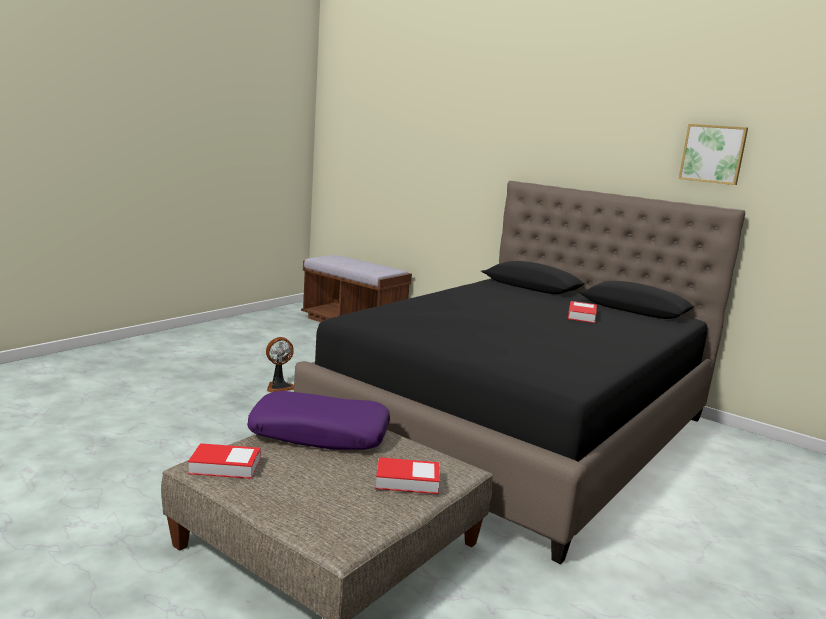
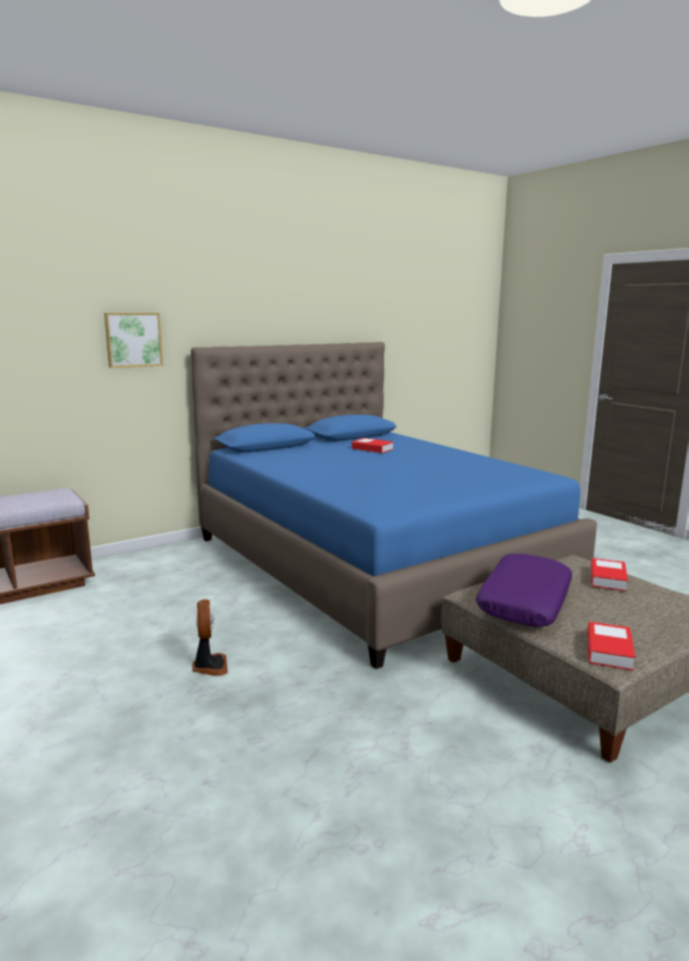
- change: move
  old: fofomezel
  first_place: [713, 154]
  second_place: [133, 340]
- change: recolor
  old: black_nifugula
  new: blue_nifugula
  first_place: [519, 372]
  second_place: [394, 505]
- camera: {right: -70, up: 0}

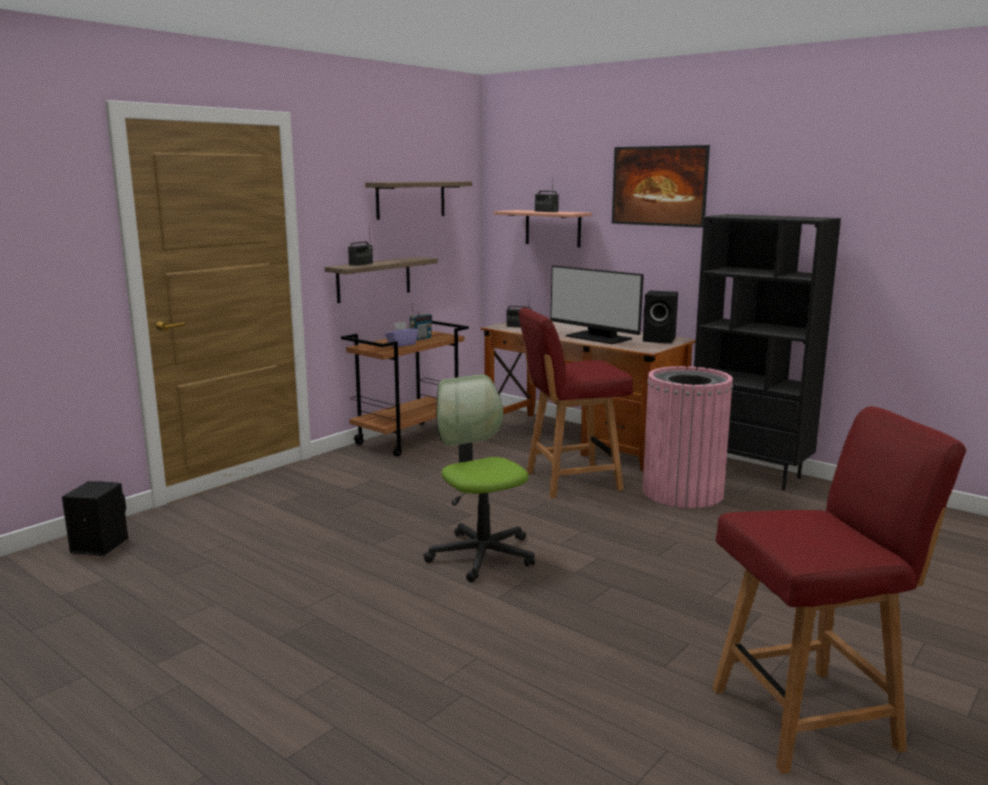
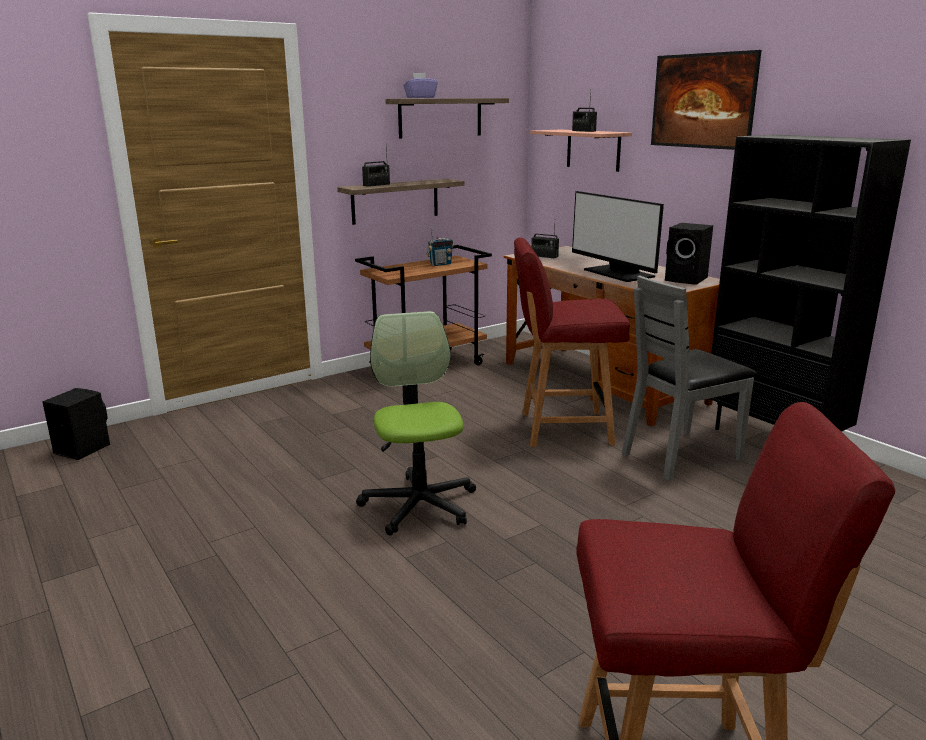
- change: move
  old: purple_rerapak
  first_place: [401, 334]
  second_place: [420, 85]
- change: replace
  old: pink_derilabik
  new: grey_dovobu
  first_place: [688, 437]
  second_place: [690, 378]
- camera: {right: 15, up: 5}

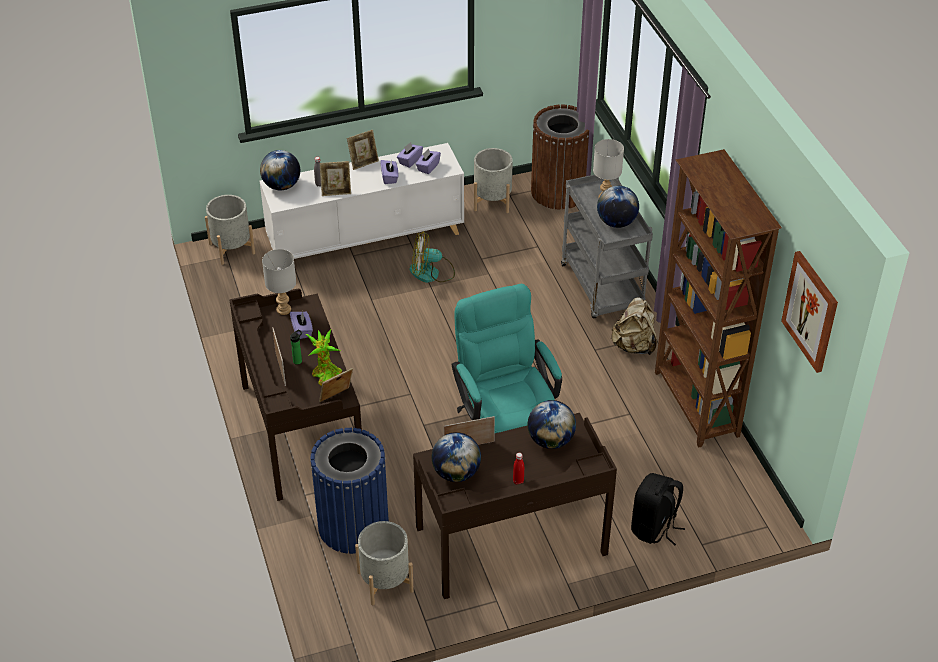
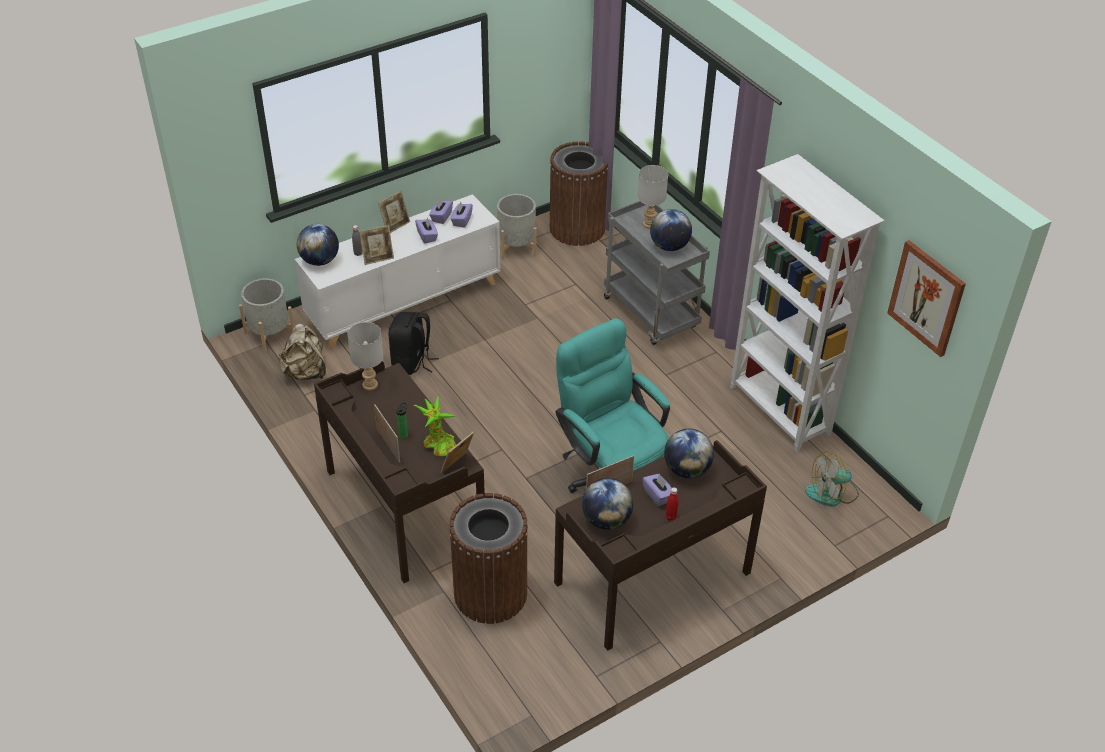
- change: delete
  old: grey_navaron
  first_place: [384, 563]
- change: move
  old: purple_rerapak
  first_place: [301, 325]
  second_place: [657, 489]
- change: move
  old: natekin
  first_place: [432, 257]
  second_place: [832, 479]
- change: move
  old: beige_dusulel
  first_place: [634, 326]
  second_place: [302, 352]
- change: move
  old: black_dusulel
  first_place: [658, 509]
  second_place: [414, 343]
- change: recolor
  old: blue_derilabik
  new: brown_derilabik
  first_place: [349, 491]
  second_place: [488, 558]
- change: recolor
  old: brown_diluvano
  new: white_diluvano
  first_place: [718, 298]
  second_place: [807, 303]
- camera: {right: -15, up: 0}

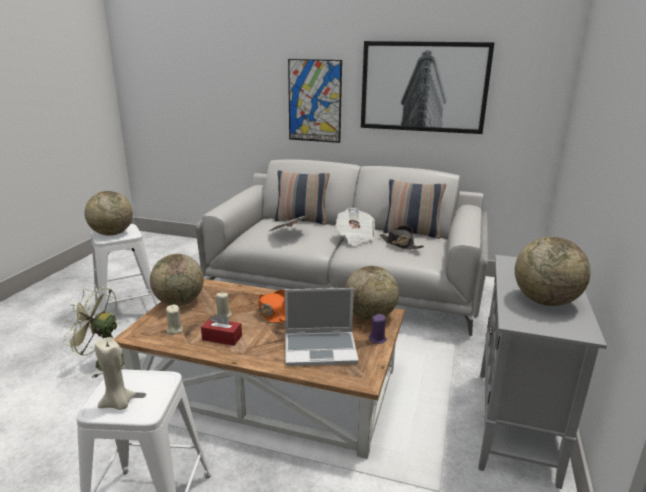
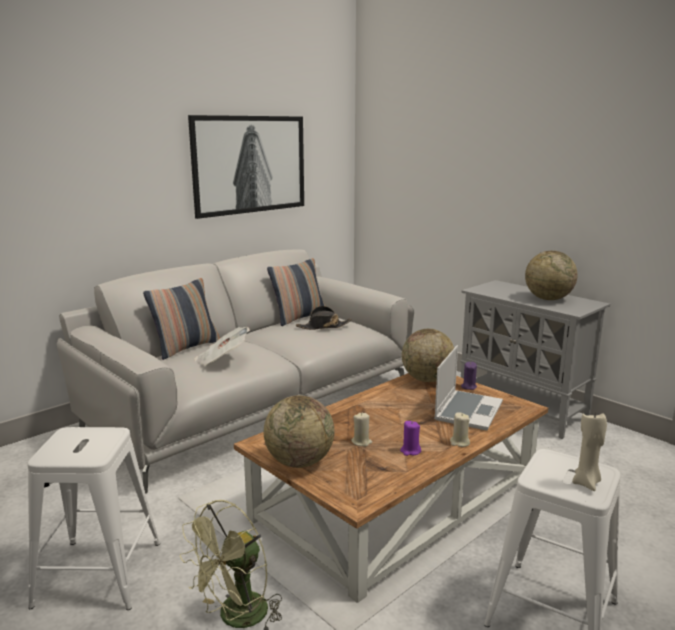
- change: delete
  old: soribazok
  first_place: [109, 213]
- change: delete
  old: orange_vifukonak
  first_place: [271, 307]
- change: delete
  old: fofomezel
  first_place: [315, 101]
- change: delete
  old: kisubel
  first_place: [355, 227]
- change: move
  old: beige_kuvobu
  first_place: [174, 319]
  second_place: [460, 429]
- change: replace
  old: red_rerapak
  new: purple_kuvobu
  first_place: [221, 329]
  second_place: [410, 438]
- camera: {right: -60, up: -5}

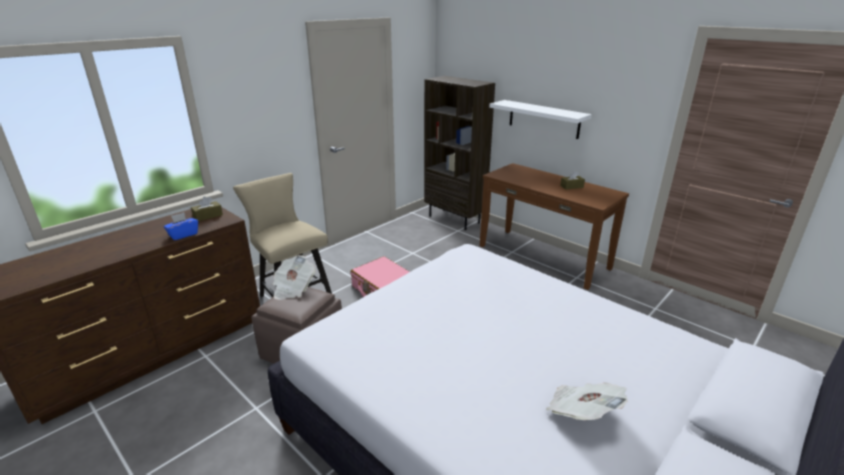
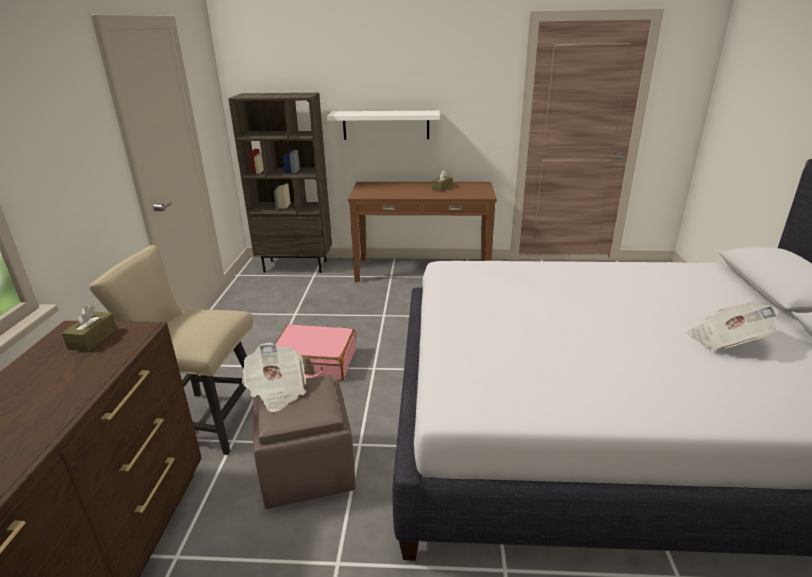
- change: delete
  old: blue_rerapak
  first_place: [181, 226]
- camera: {right: -40, up: 0}

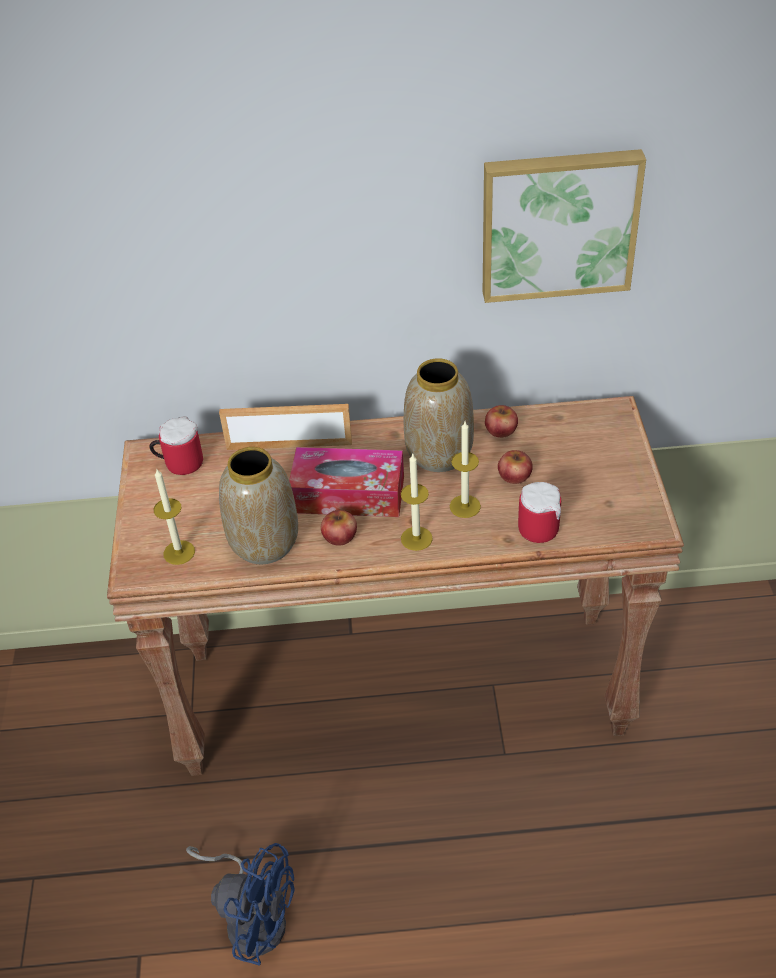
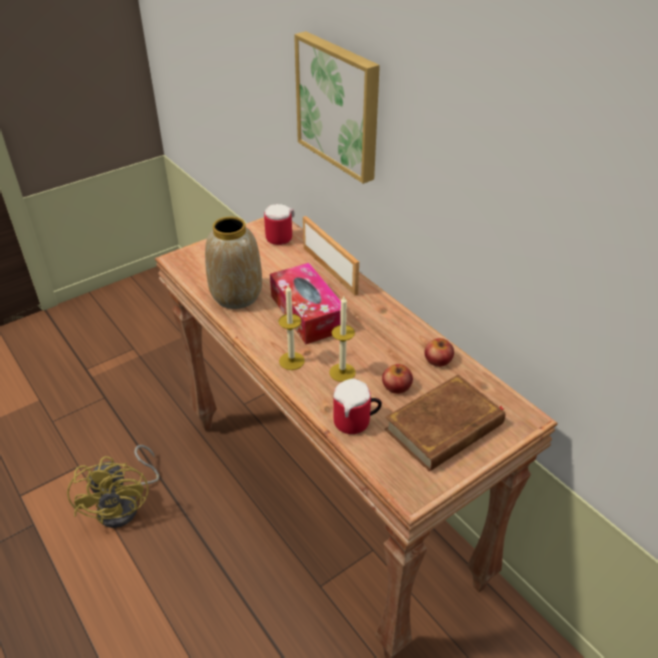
- change: delete
  old: kuvobu
  first_place: [174, 517]
- change: delete
  old: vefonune
  first_place: [339, 528]
- change: delete
  old: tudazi
  first_place: [439, 415]
- change: insert
  new: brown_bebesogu
  second_place: [445, 423]
- change: move
  old: fofomezel
  first_place: [564, 226]
  second_place: [337, 107]
- change: recolor
  old: blue_natekin
  new: yellow_natekin
  first_place: [240, 904]
  second_place: [113, 486]
- camera: {right: 55, up: -5}

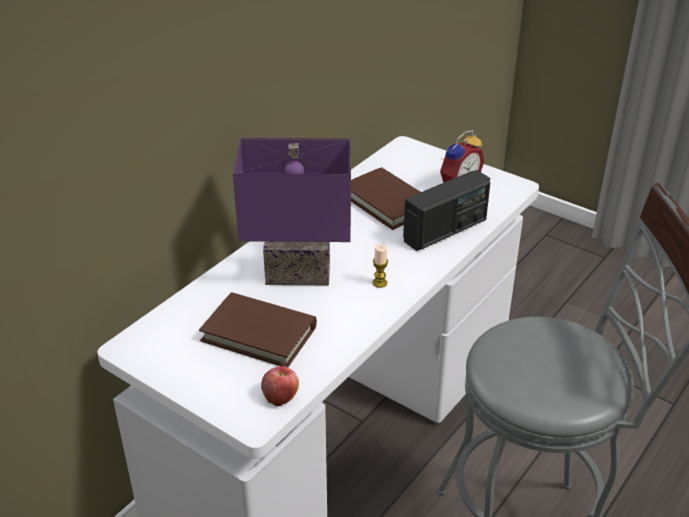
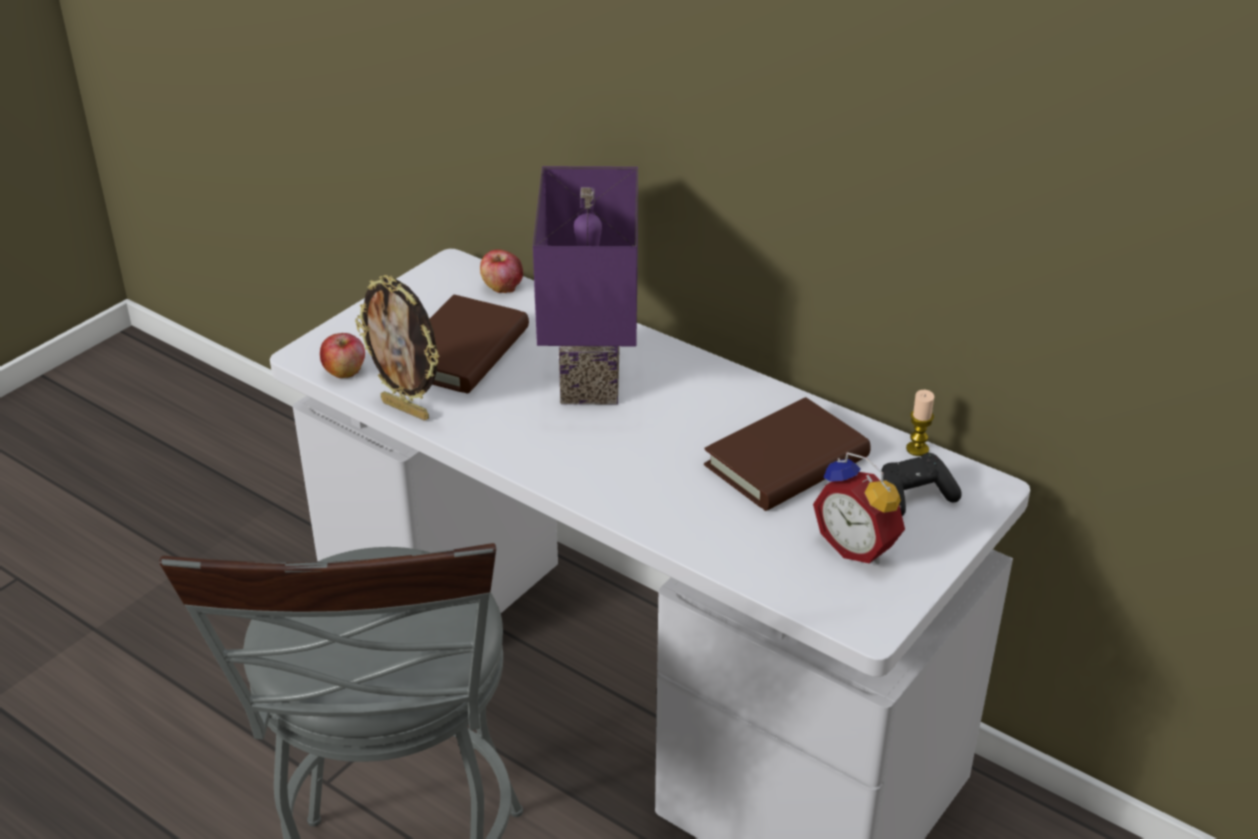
- change: delete
  old: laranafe
  first_place: [446, 210]
- change: insert
  new: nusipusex
  second_place: [397, 348]
- change: insert
  new: vefonune
  second_place: [501, 271]
- change: insert
  new: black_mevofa
  second_place: [921, 484]
- change: move
  old: kuvobu
  first_place: [380, 266]
  second_place: [920, 423]
- camera: {right: 90, up: 0}

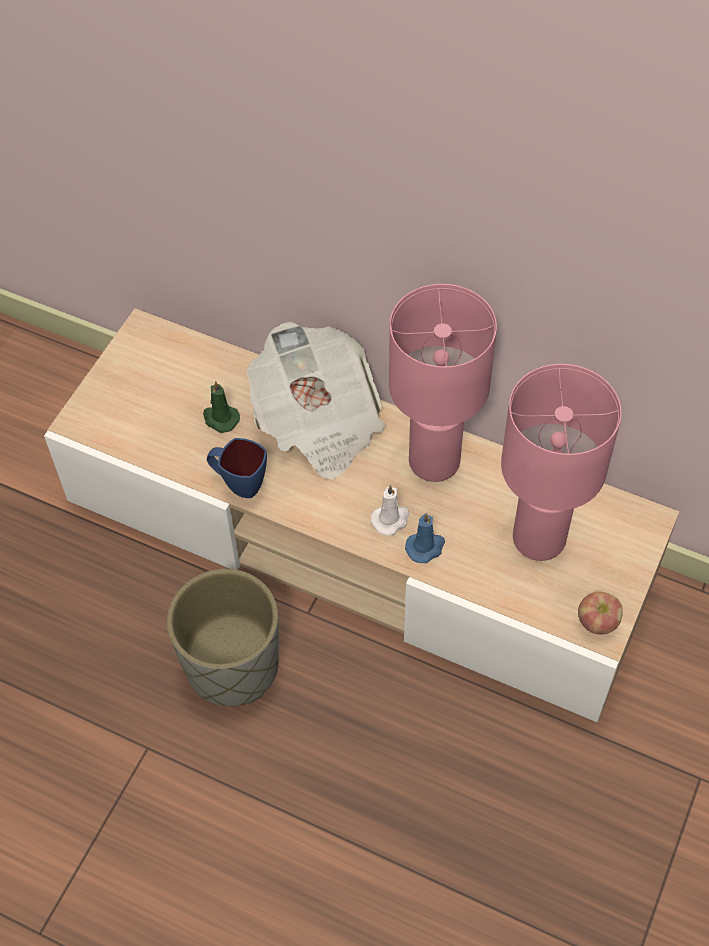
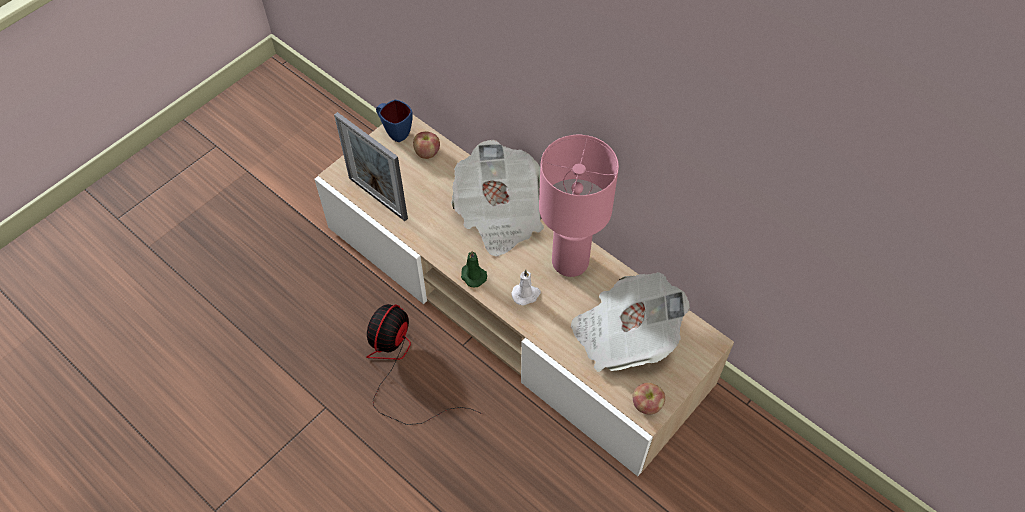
- change: delete
  old: blue_kuvobu
  first_place: [425, 538]
- change: insert
  new: nusipusex
  second_place: [371, 166]
- change: insert
  new: vefonune
  second_place: [426, 145]
- change: move
  old: green_kuvobu
  first_place: [221, 407]
  second_place: [474, 269]
- change: move
  old: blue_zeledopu
  first_place: [237, 468]
  second_place: [394, 121]
- change: replace
  old: grey_navaron
  new: natekin
  first_place: [223, 637]
  second_place: [424, 364]
- change: replace
  old: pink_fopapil
  new: kisubel
  first_place: [561, 462]
  second_place: [630, 322]
- camera: {right: 15, up: 0}

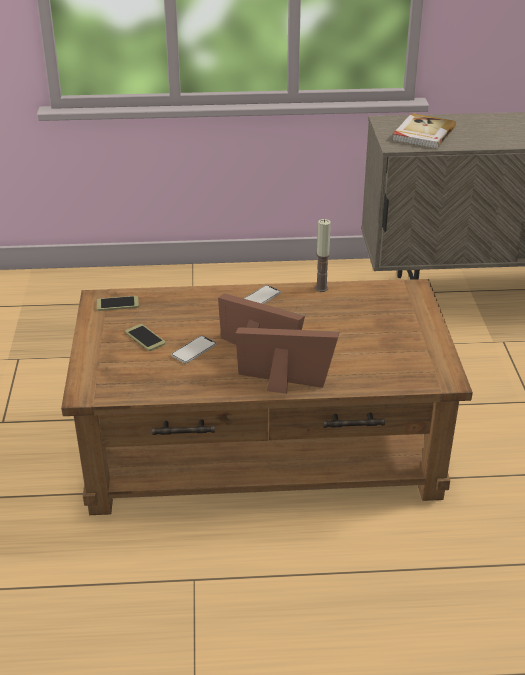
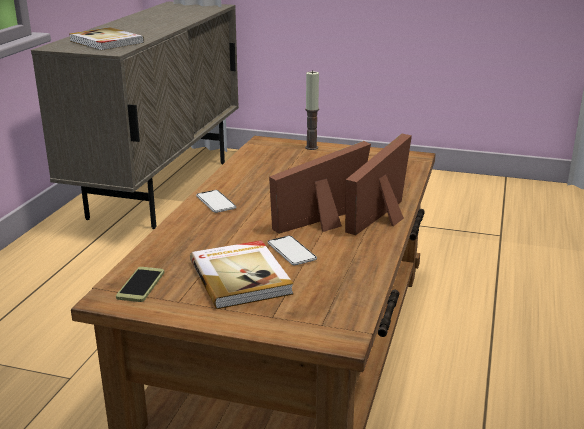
- change: move
  old: kuvobu
  first_place: [323, 255]
  second_place: [312, 110]
- change: replace
  old: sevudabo
  new: bebesogu
  first_place: [145, 337]
  second_place: [242, 274]
- camera: {right: -70, up: -10}

